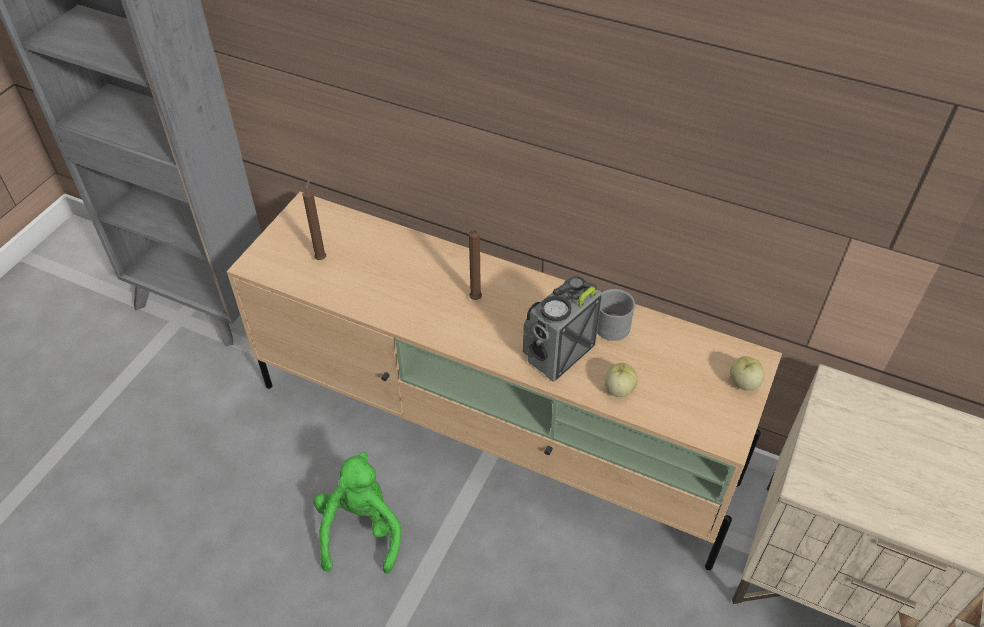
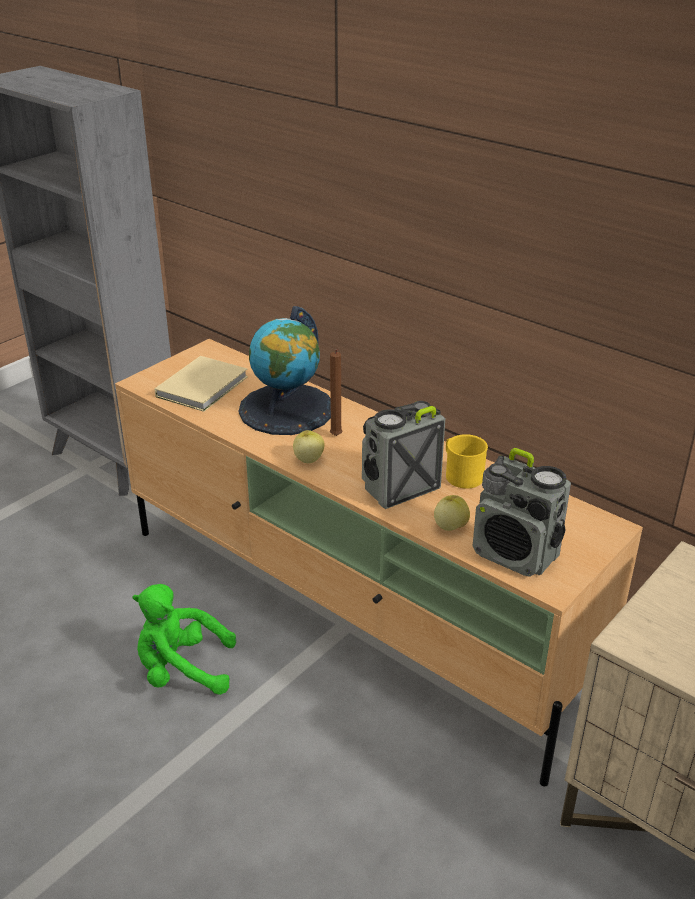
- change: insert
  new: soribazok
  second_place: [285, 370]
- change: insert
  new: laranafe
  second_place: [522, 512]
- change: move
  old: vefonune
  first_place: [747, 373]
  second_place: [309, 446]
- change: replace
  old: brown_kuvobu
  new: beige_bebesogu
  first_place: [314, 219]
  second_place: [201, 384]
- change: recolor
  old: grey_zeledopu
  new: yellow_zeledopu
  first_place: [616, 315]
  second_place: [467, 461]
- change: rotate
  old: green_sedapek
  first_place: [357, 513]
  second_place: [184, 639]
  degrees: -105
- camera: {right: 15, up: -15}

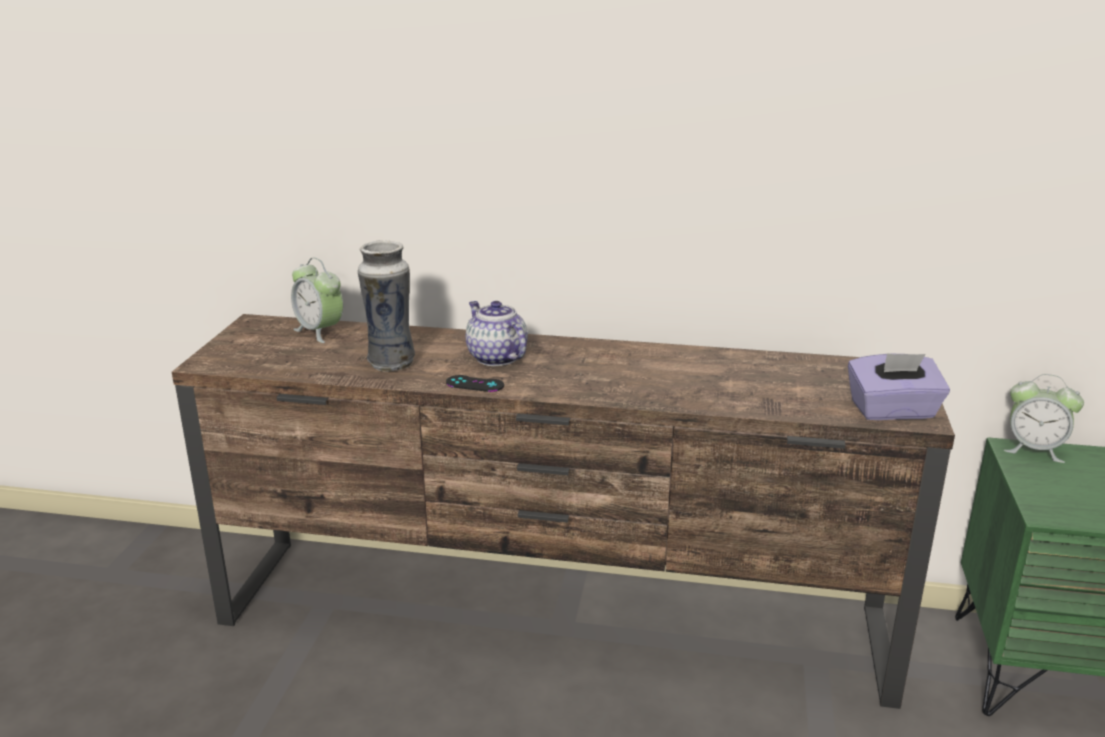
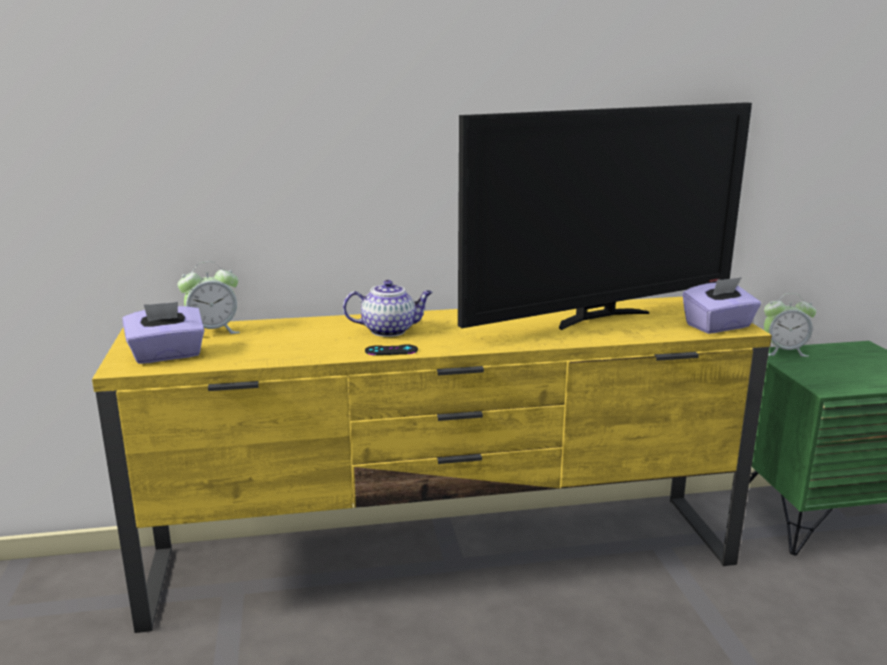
- change: delete
  old: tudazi
  first_place: [386, 306]
- change: insert
  new: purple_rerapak
  second_place: [163, 333]
- change: insert
  new: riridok
  second_place: [605, 216]
- change: recolor
  old: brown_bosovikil
  new: yellow_bosovikil
  first_place: [563, 511]
  second_place: [432, 465]
- change: rotate
  old: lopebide
  first_place: [317, 300]
  second_place: [209, 298]
  degrees: -45
- change: rotate
  old: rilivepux
  first_place: [497, 333]
  second_place: [388, 308]
  degrees: 135
- camera: {right: -20, up: -5}

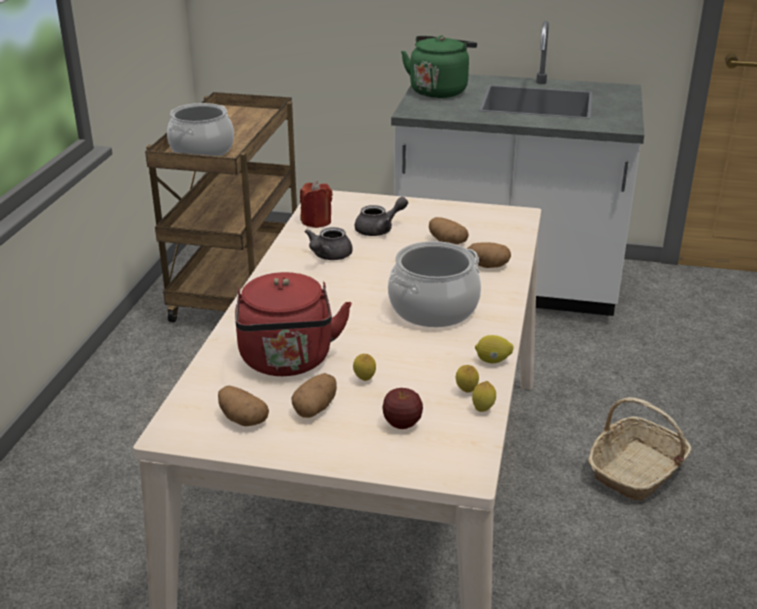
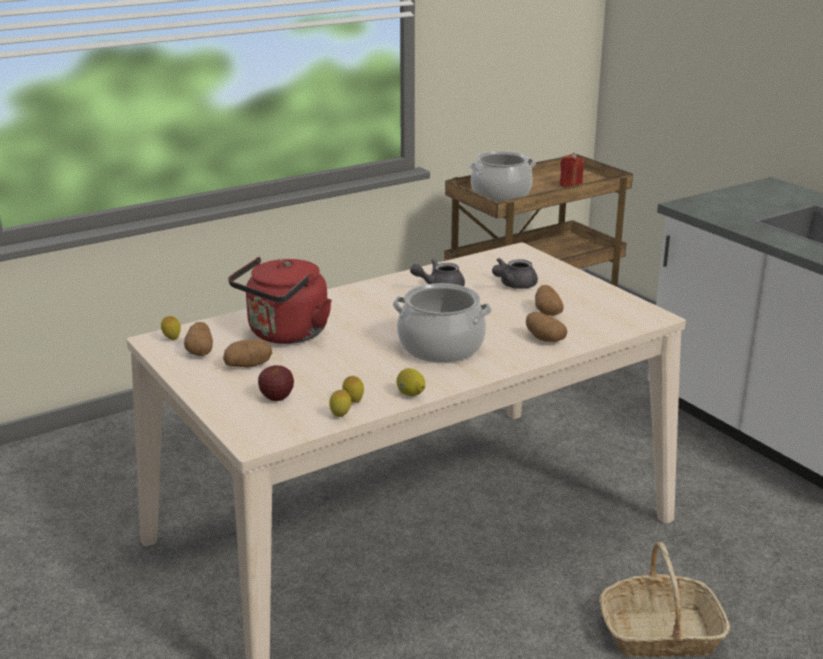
- change: delete
  old: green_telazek
  first_place: [439, 66]
- change: move
  old: red_kuvobu
  first_place: [316, 204]
  second_place: [572, 169]
- change: move
  old: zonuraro
  first_place: [364, 367]
  second_place: [171, 328]
- change: rotate
  old: grey_rilivepux
  first_place: [381, 216]
  second_place: [515, 273]
  degrees: 120
- camera: {right: 45, up: -5}

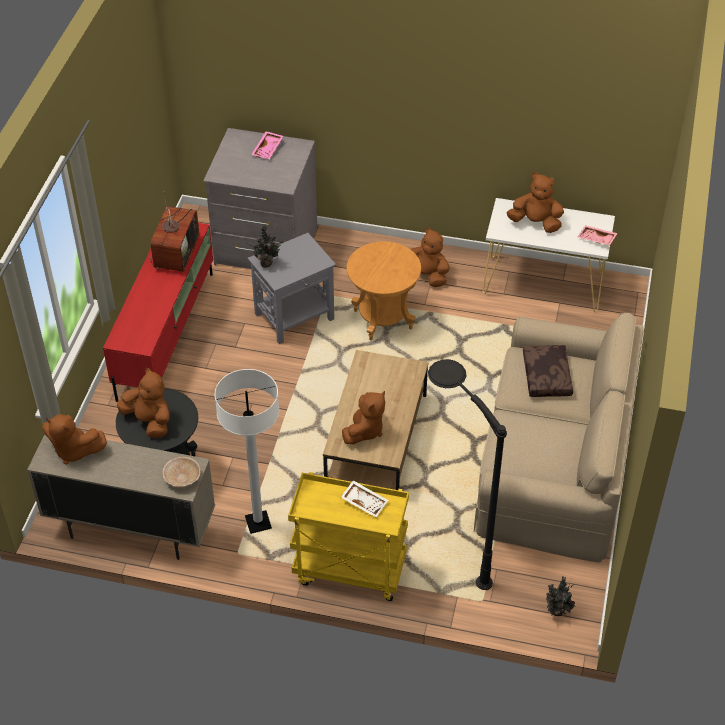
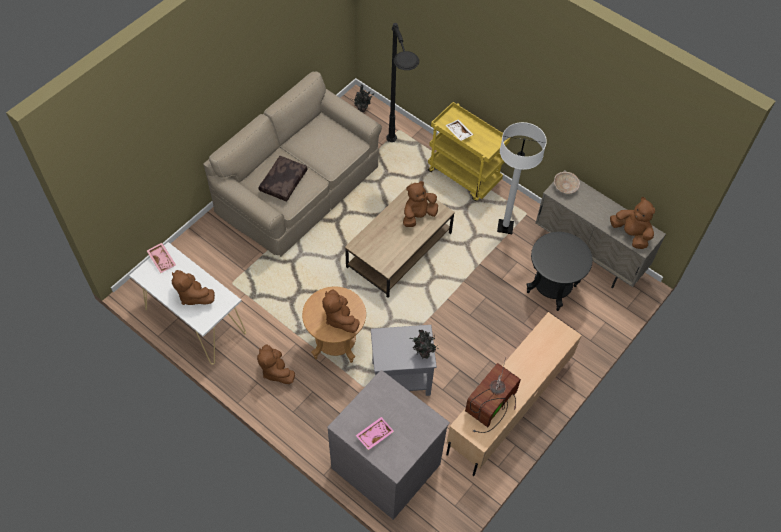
- change: move
  old: brown_sedapek
  first_place: [143, 403]
  second_place: [341, 311]
- change: recolor
  old: red_bosovikil
  new: beige_bosovikil
  first_place: [158, 312]
  second_place: [514, 394]
- camera: {right: -155, up: 10}

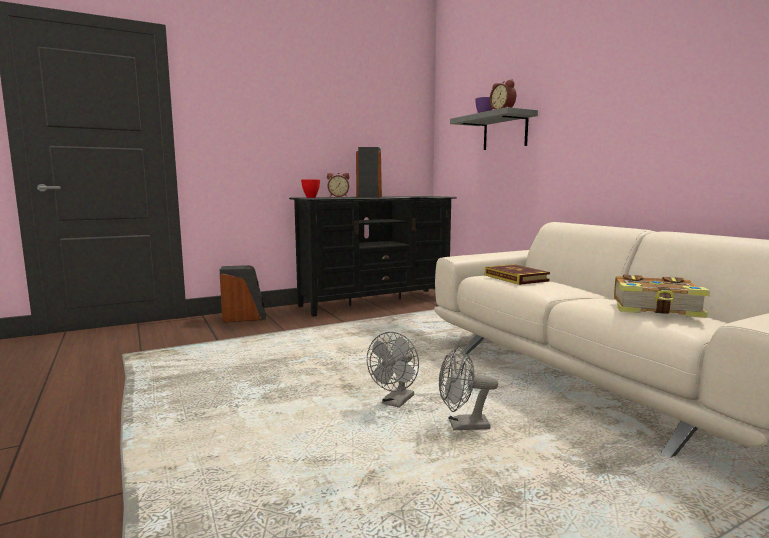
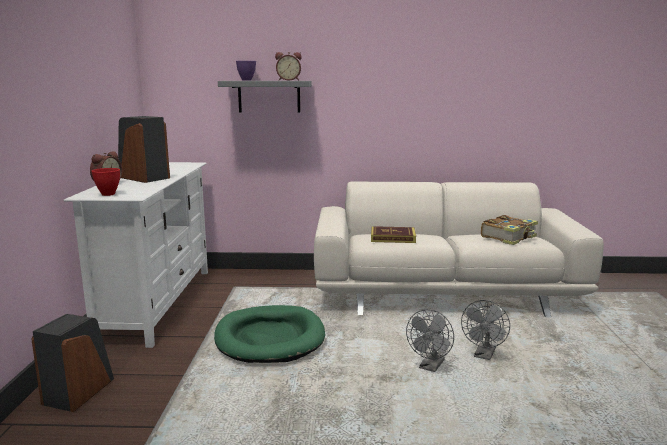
- change: insert
  new: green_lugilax
  second_place: [269, 334]
- change: recolor
  old: black_bosovikil
  new: white_bosovikil
  first_place: [373, 256]
  second_place: [135, 255]
- change: rotate
  old: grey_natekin
  first_place: [393, 370]
  second_place: [430, 340]
  degrees: 60
- camera: {right: -60, up: 5}

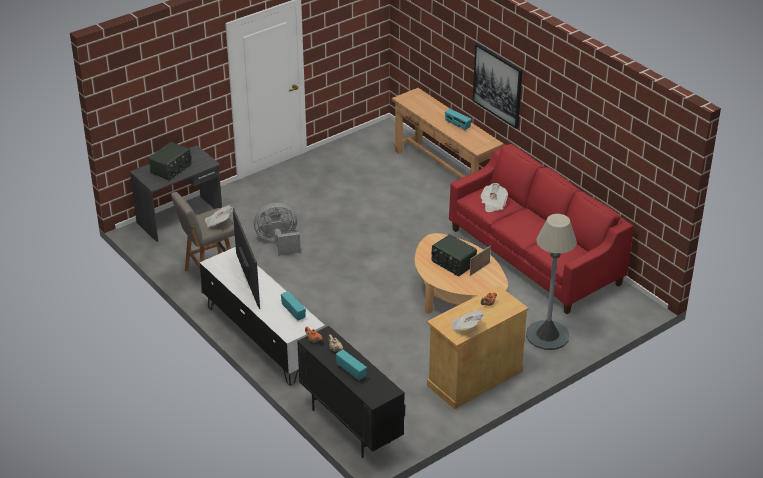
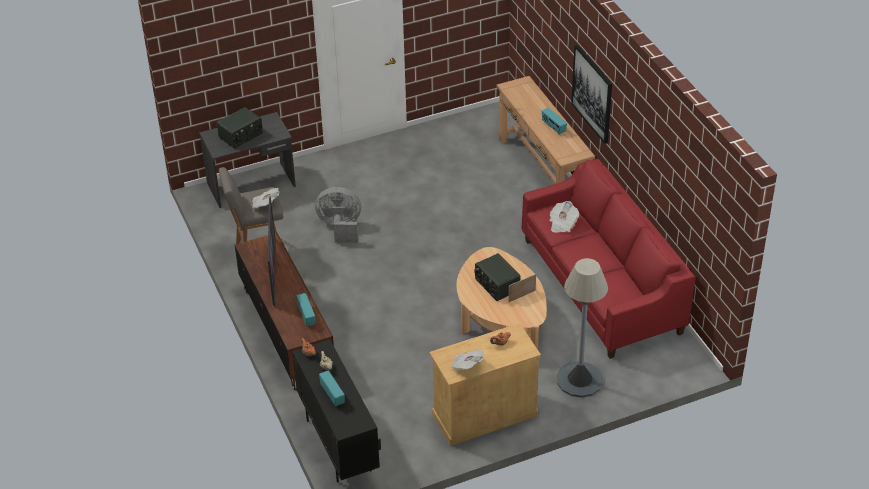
- change: recolor
  old: white_bosovikil
  new: brown_bosovikil
  first_place: [262, 316]
  second_place: [284, 311]
- camera: {right: 15, up: 5}

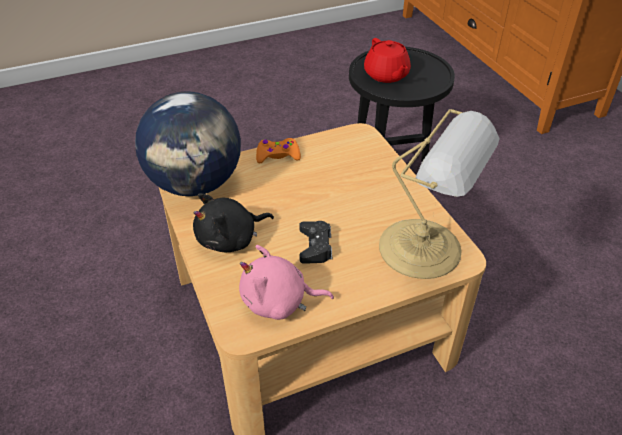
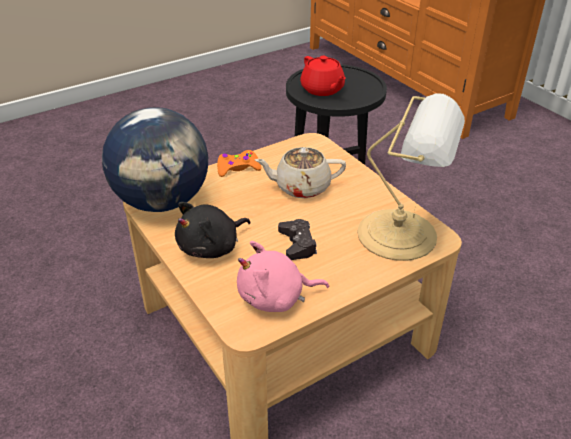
- change: insert
  new: beige_rilivepux
  second_place: [300, 172]
- camera: {right: -10, up: -5}

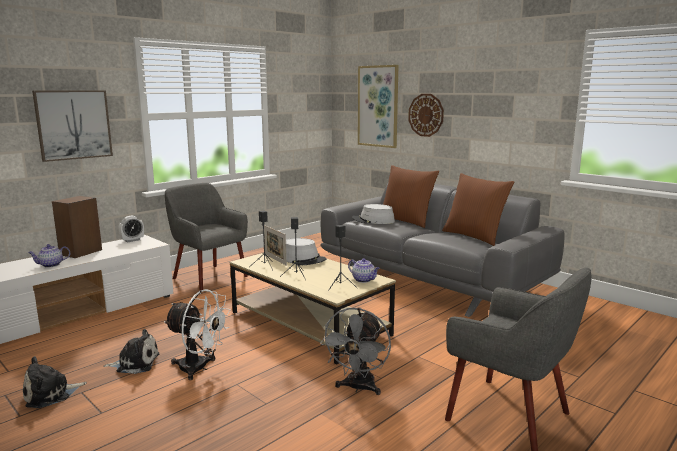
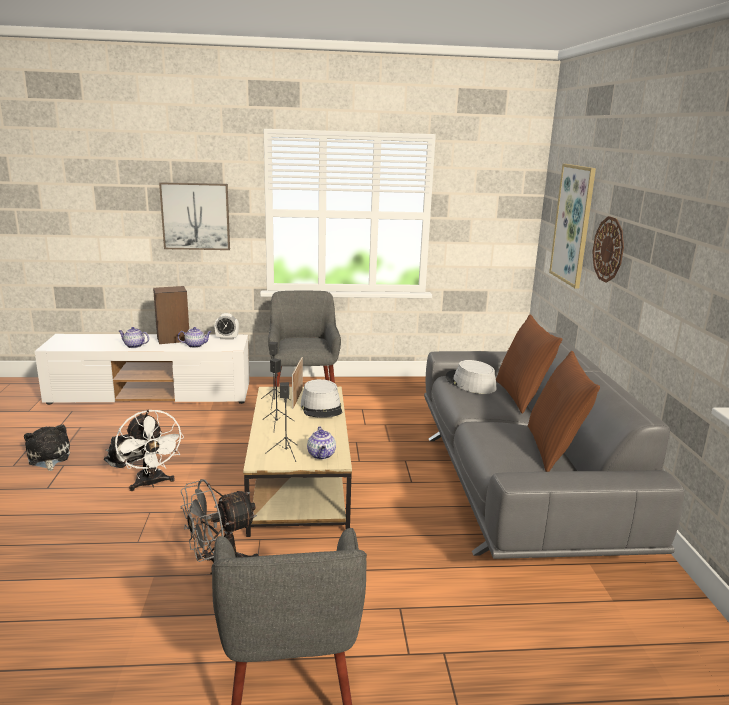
- change: insert
  new: rilivepux
  second_place: [195, 337]
- change: rotate
  old: sedapek
  first_place: [55, 382]
  second_place: [47, 447]
  degrees: 60
- camera: {right: 40, up: 5}

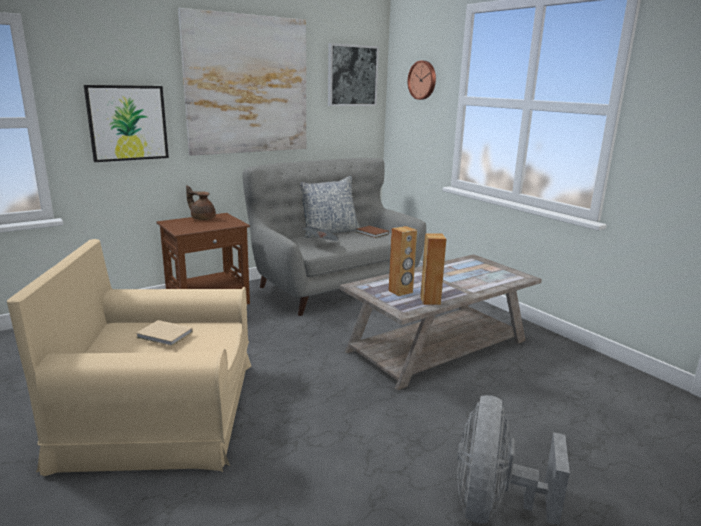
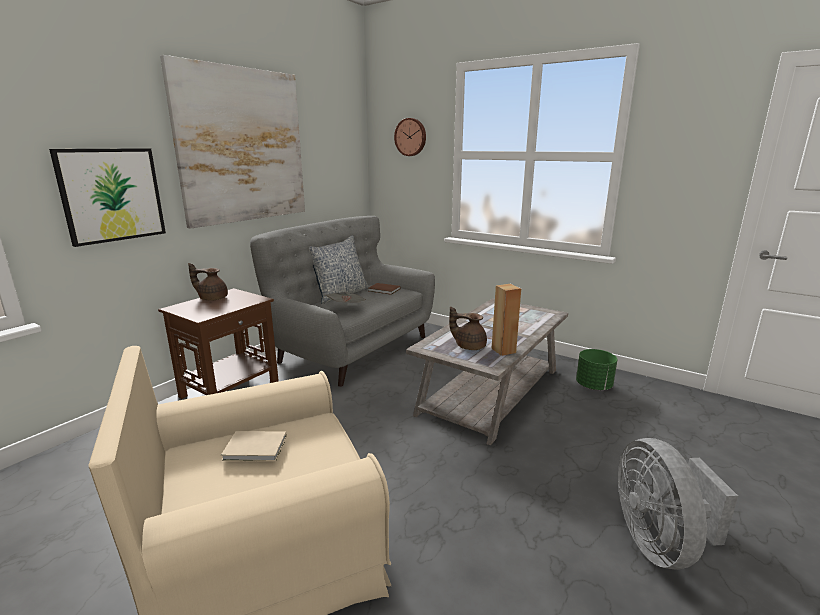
- change: delete
  old: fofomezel
  first_place: [353, 74]
- change: insert
  new: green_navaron
  second_place: [596, 369]
- change: replace
  old: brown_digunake
  new: brown_rilivepux
  first_place: [402, 261]
  second_place: [468, 328]
- camera: {right: -20, up: 0}

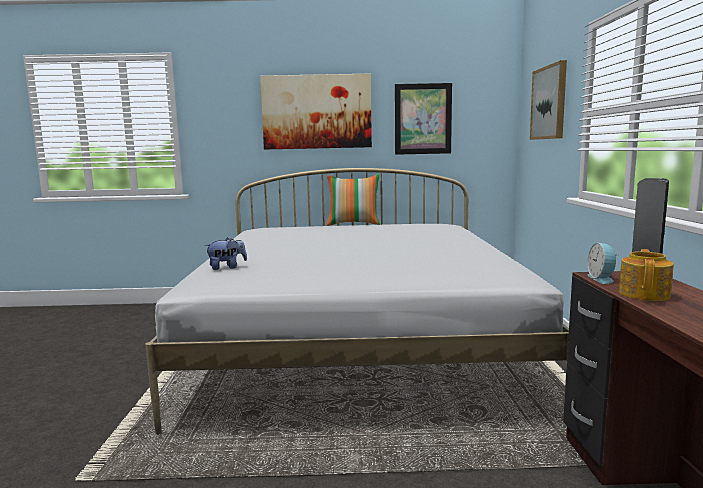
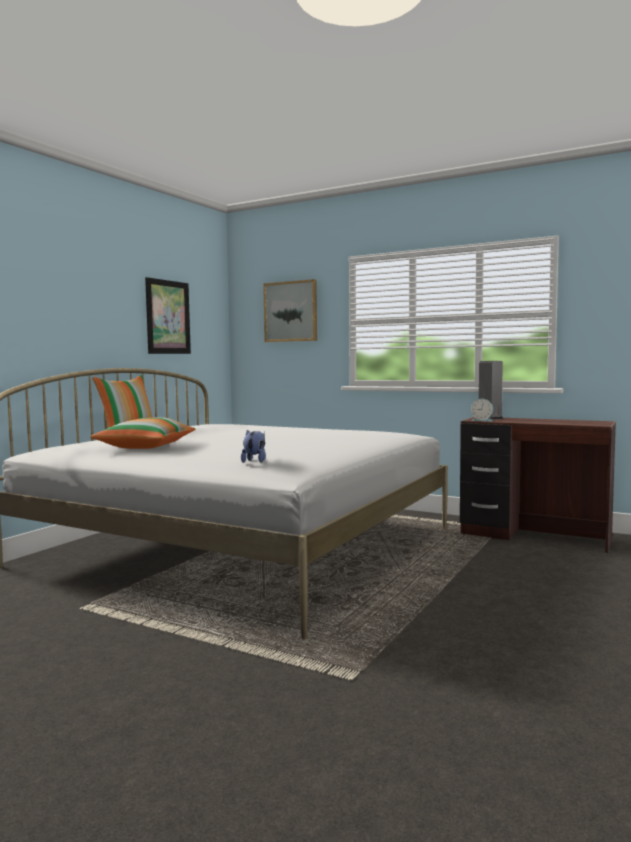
- change: delete
  old: fofomezel
  first_place: [316, 112]
- change: delete
  old: rilivepux
  first_place: [646, 275]
- change: insert
  new: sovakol
  second_place: [142, 433]
- camera: {right: -60, up: -5}

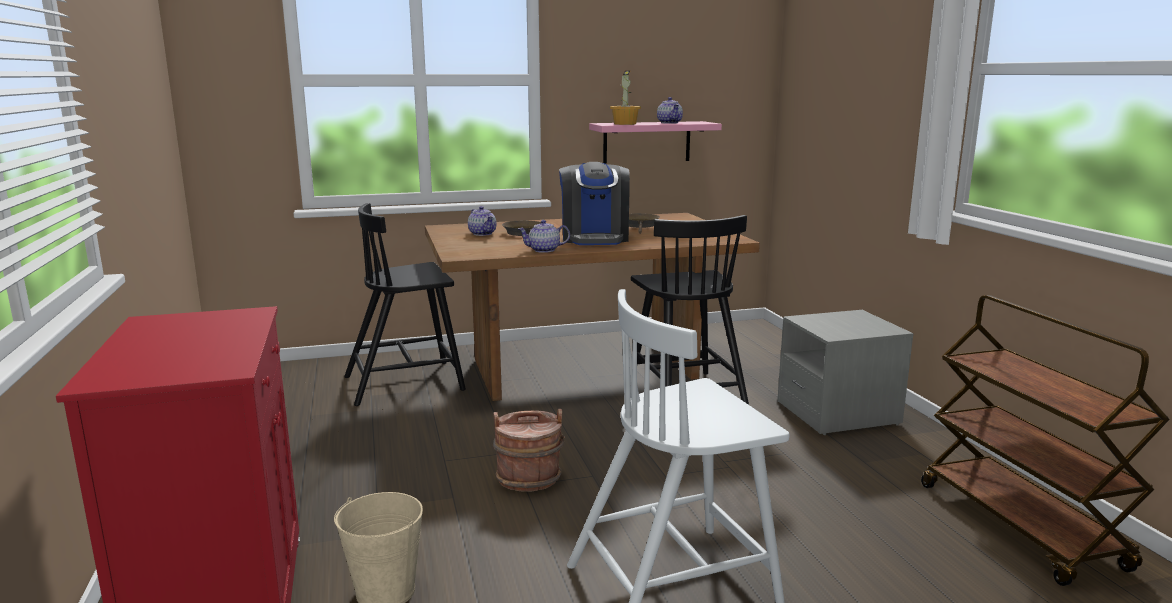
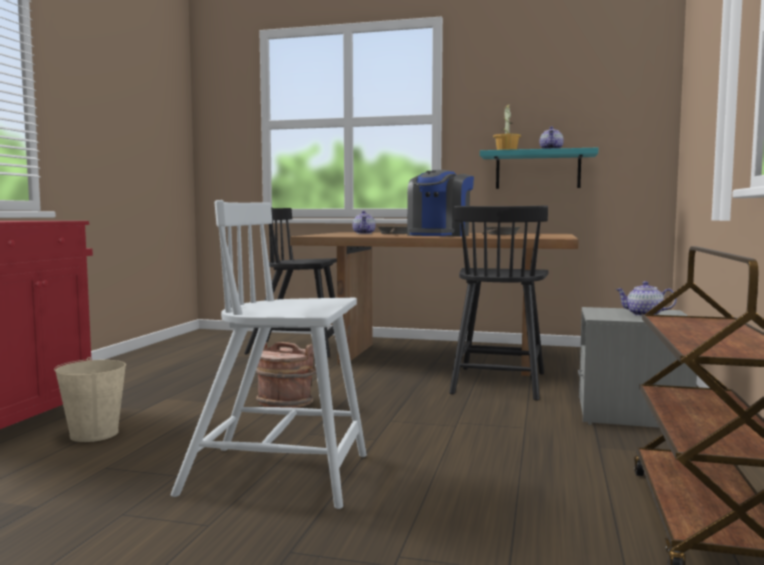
- change: move
  old: rilivepux
  first_place: [544, 236]
  second_place: [646, 298]
- change: recolor
  old: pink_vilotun
  new: turquoise_vilotun
  first_place: [655, 142]
  second_place: [539, 168]
- camera: {right: 30, up: -10}

